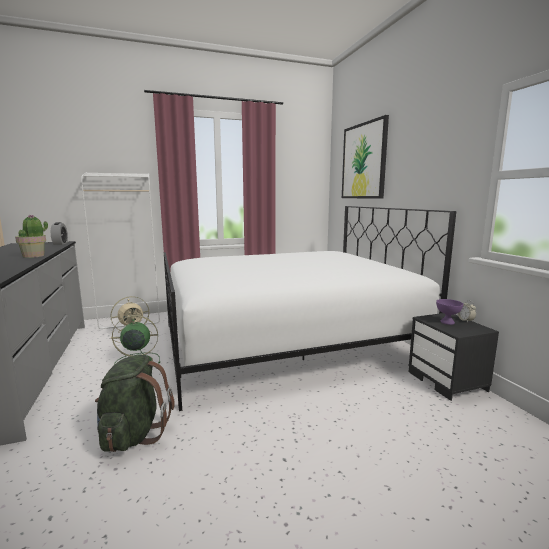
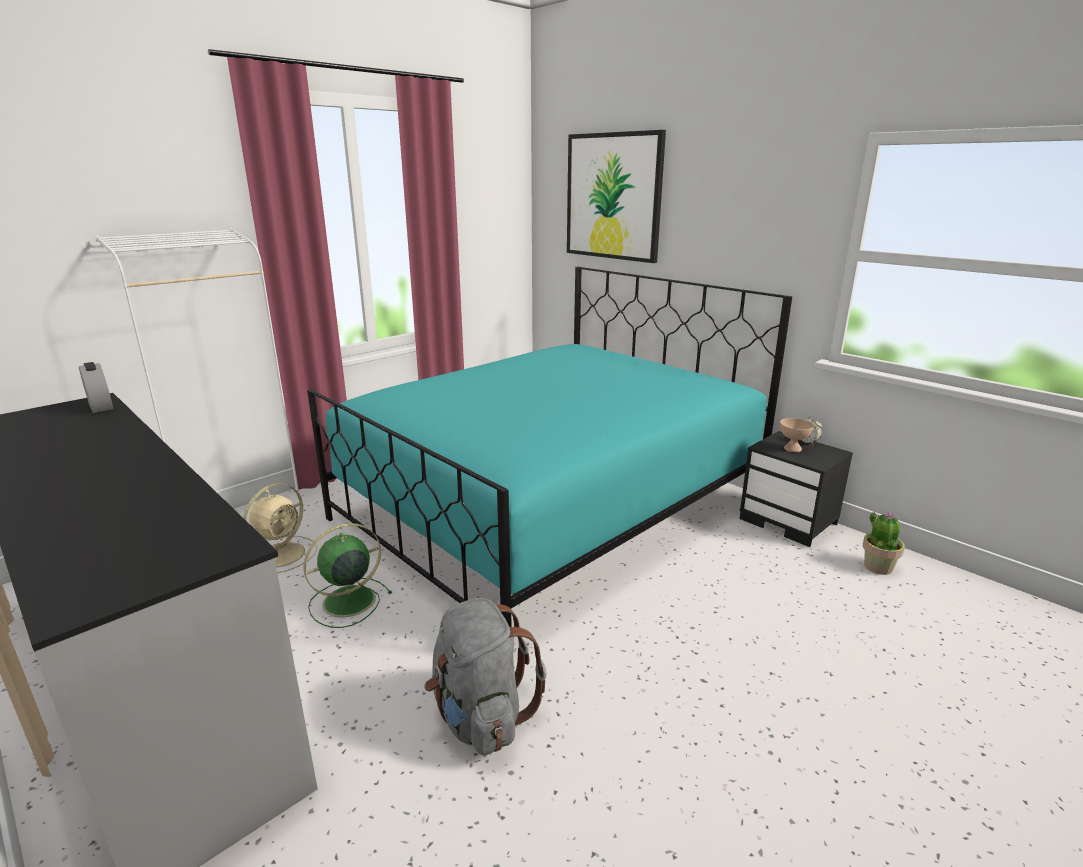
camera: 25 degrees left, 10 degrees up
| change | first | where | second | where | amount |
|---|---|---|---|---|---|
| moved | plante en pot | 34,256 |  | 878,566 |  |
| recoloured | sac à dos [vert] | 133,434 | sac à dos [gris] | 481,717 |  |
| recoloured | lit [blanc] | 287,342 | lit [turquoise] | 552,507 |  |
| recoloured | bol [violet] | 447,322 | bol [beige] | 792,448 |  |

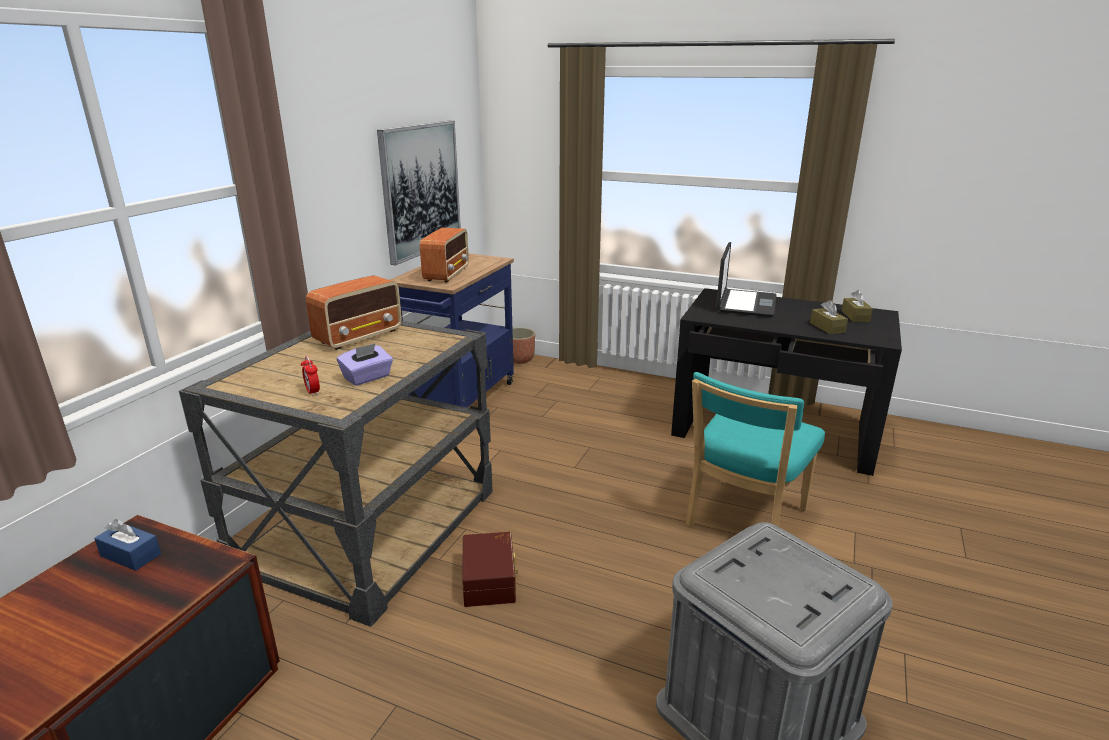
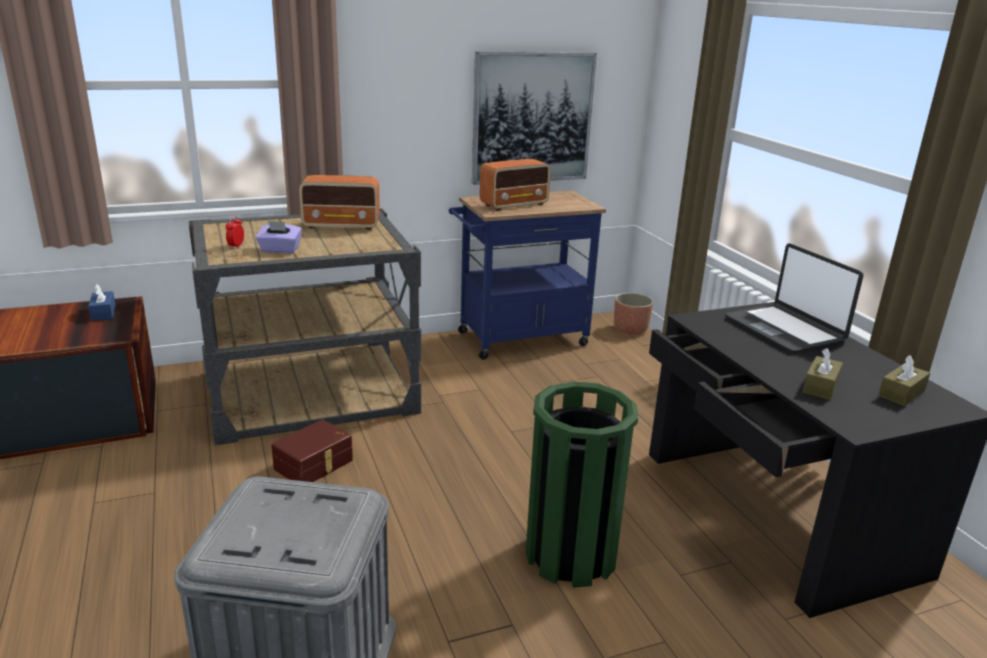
camera: 45 degrees right, 0 degrees up
| change | first | where | second | where | amount |
|---|---|---|---|---|---|
| replaced | chaise [turquoise] | 743,520 | poubelle [vert] | 570,555 |  |
| turned | ordinateur portable | 745,304 |  | 785,330 | 90 degrees clockwise |

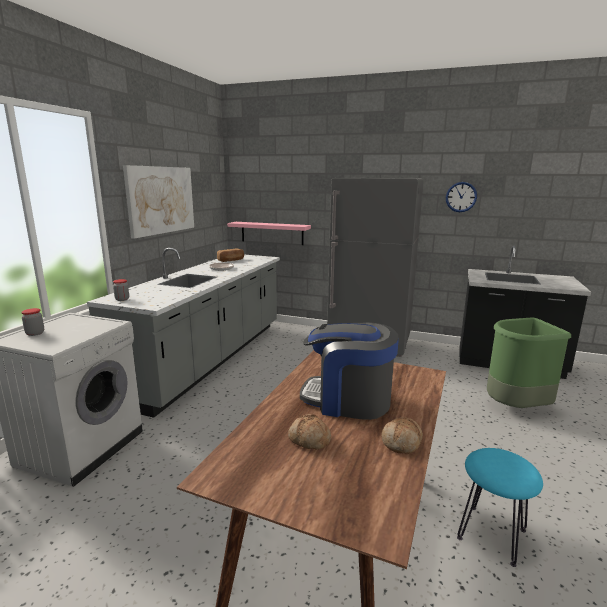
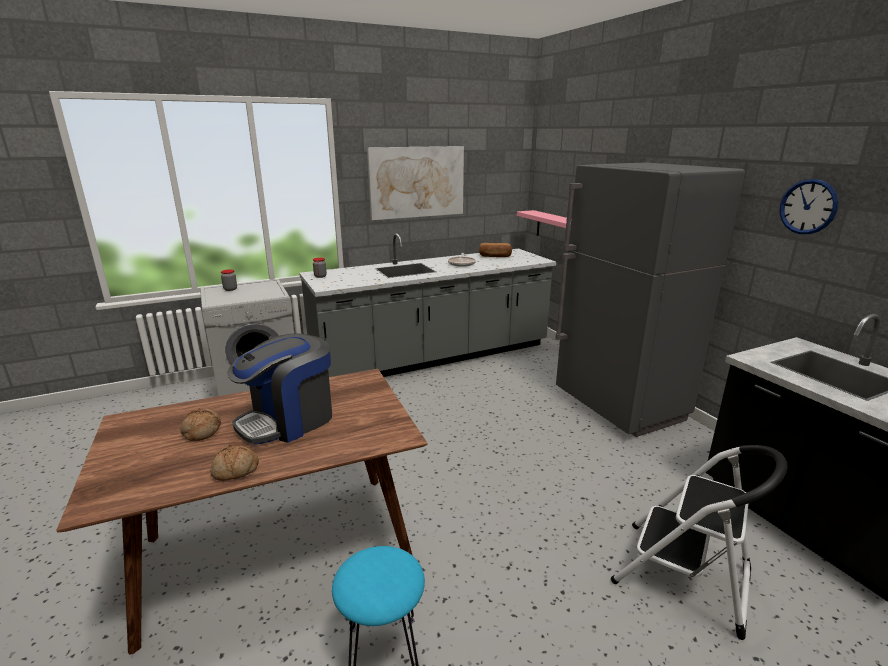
camera: 45 degrees right, 5 degrees up
| change | first | where | second | where | amount |
|---|---|---|---|---|---|
| replaced | poubelle [vert] | 516,407 | escabeau | 686,578 |  |
| turned | machine à café | 348,400 |  | 288,420 | 105 degrees counterclockwise |

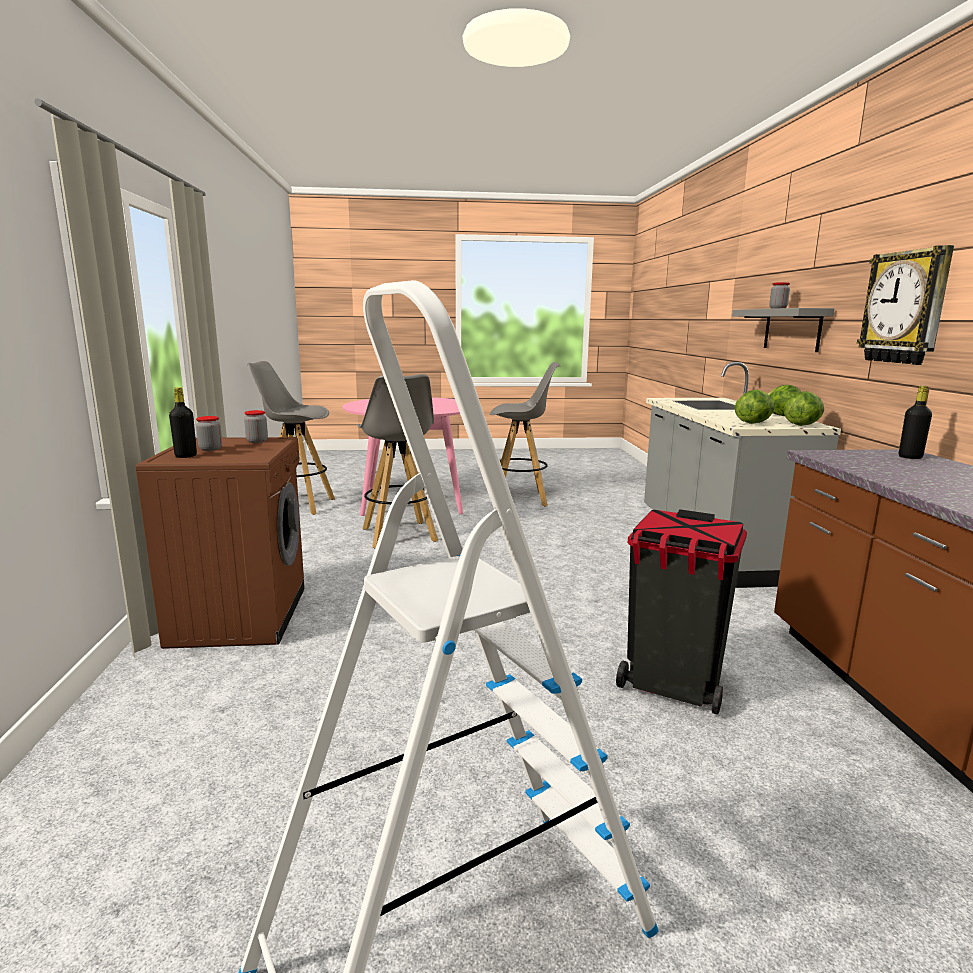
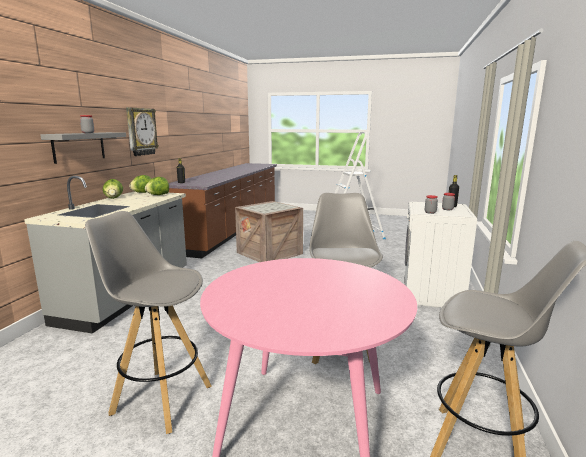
camera: 160 degrees left, 0 degrees up
| change | first | where | second | where | amount |
|---|---|---|---|---|---|
| replaced | poubelle [noir] | 673,686 | caisse | 268,253 |  |
| recoloured | lave-linge [marron] | 243,616 | lave-linge [blanc] | 430,293 |  |

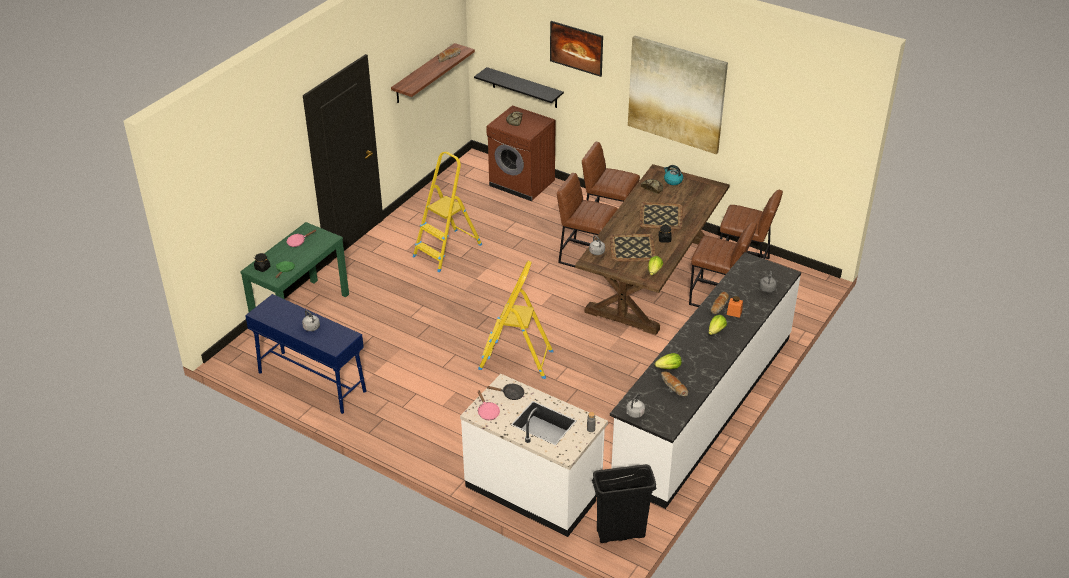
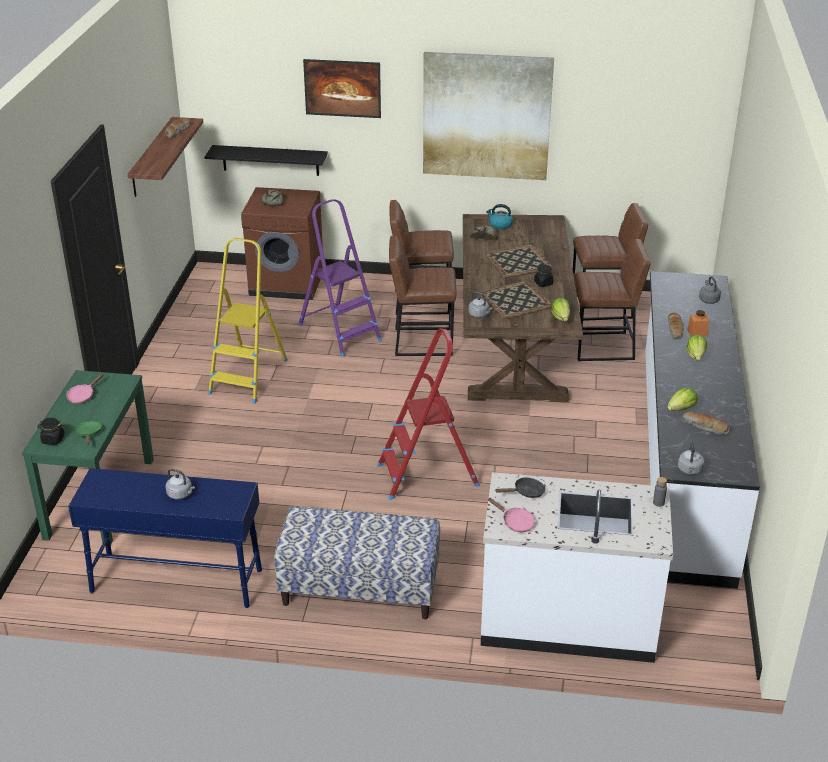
camera: 25 degrees left, 5 degrees down
| change | first | where | second | where | amount |
|---|---|---|---|---|---|
| removed | poubelle [noir] | 620,534 |  |  |  |
| added |  |  | banc | 359,590 |  |
| added |  |  | escabeau [violet] | 340,332 |  |
| recoloured | escabeau [jaune] | 515,360 | escabeau [rouge] | 426,475 |  |

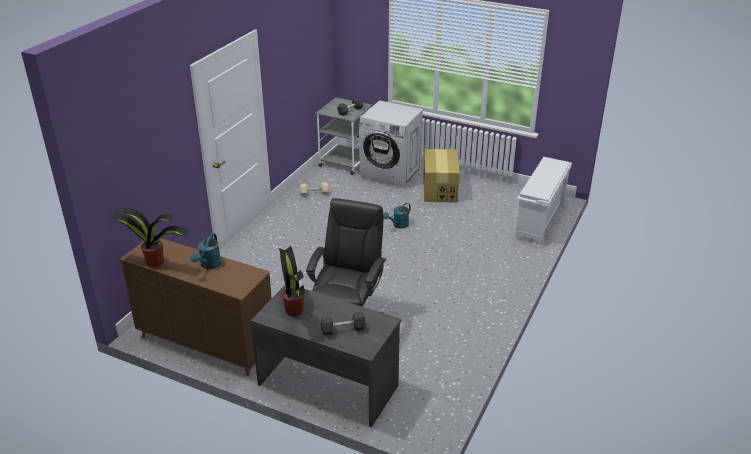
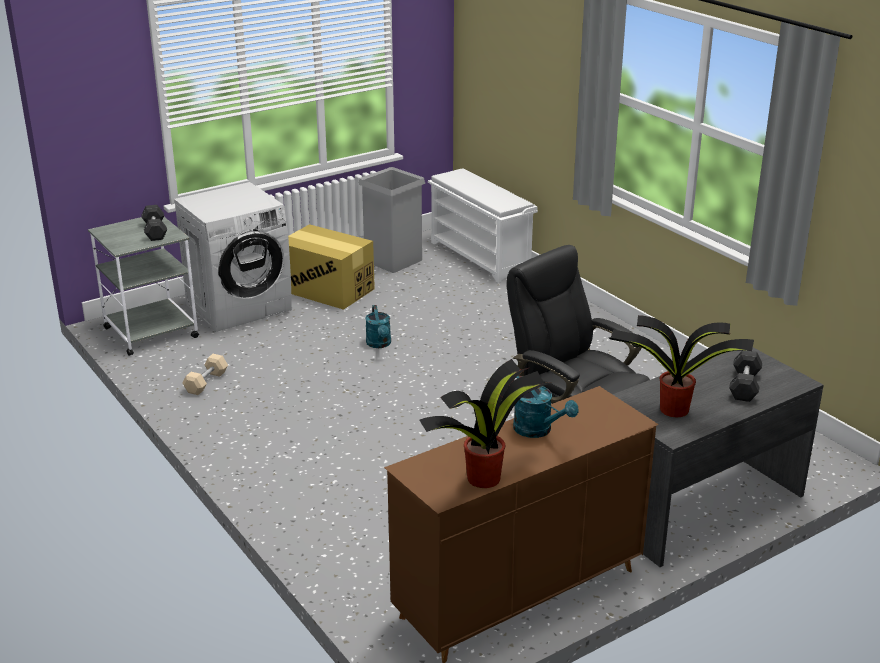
camera: 60 degrees left, 5 degrees down
| change | first | where | second | where | amount |
|---|---|---|---|---|---|
| added |  |  | poubelle [gris] | 393,260 |  |

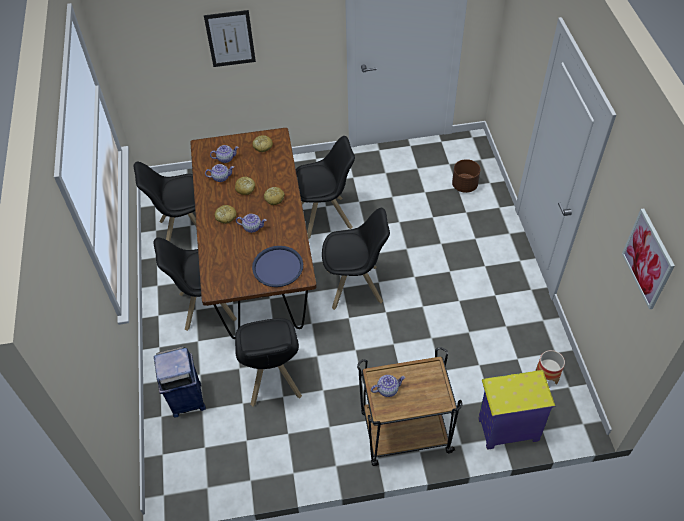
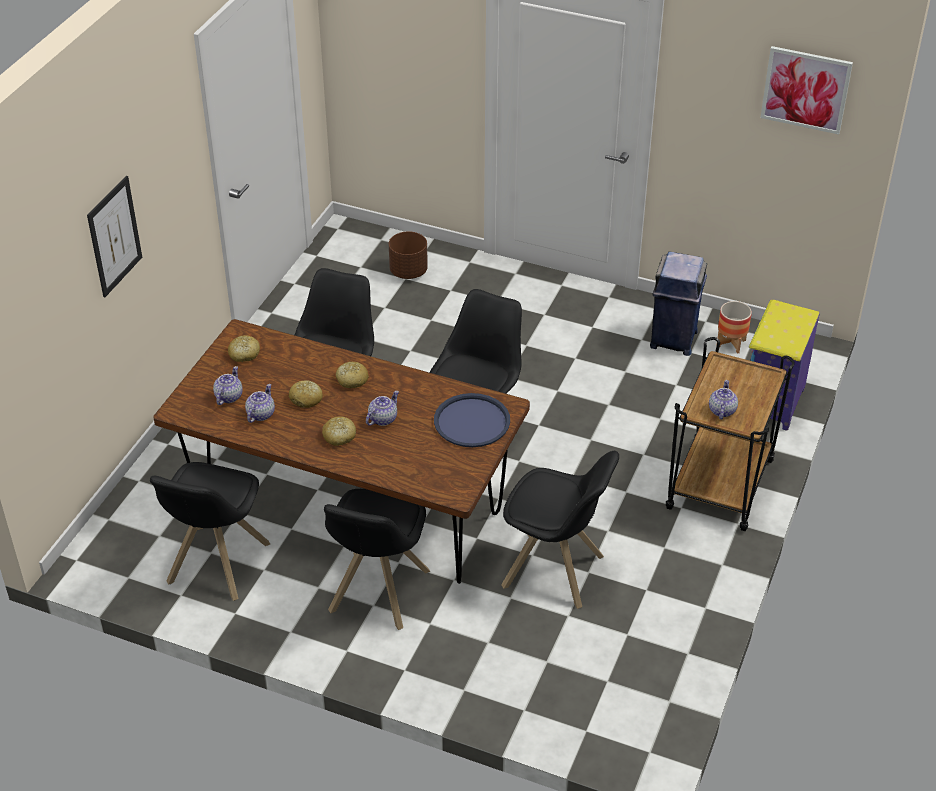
camera: 60 degrees left, 10 degrees down
| change | first | where | second | where | amount |
|---|---|---|---|---|---|
| moved | poubelle [bleu] | 186,399 |  | 673,340 |  |

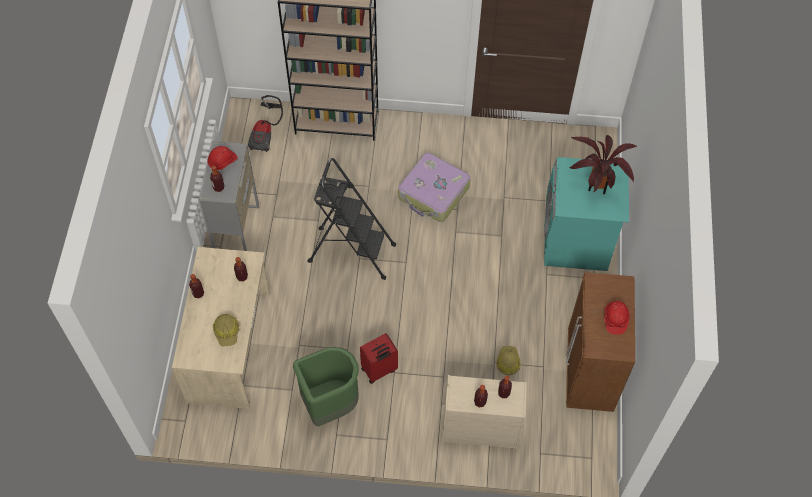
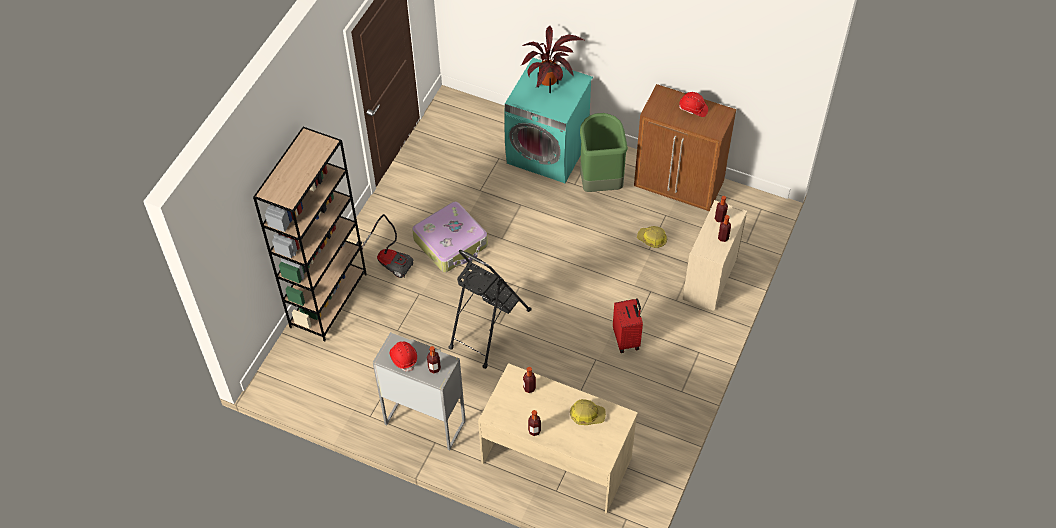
camera: 70 degrees left, 5 degrees down
| change | first | where | second | where | amount |
|---|---|---|---|---|---|
| moved | aspirateur | 266,133 |  | 387,261 |  |
| moved | poubelle [vert] | 330,405 |  | 599,182 |  |

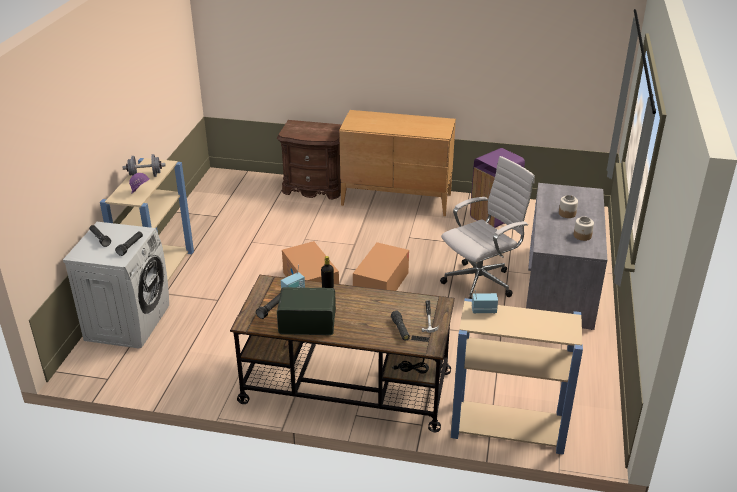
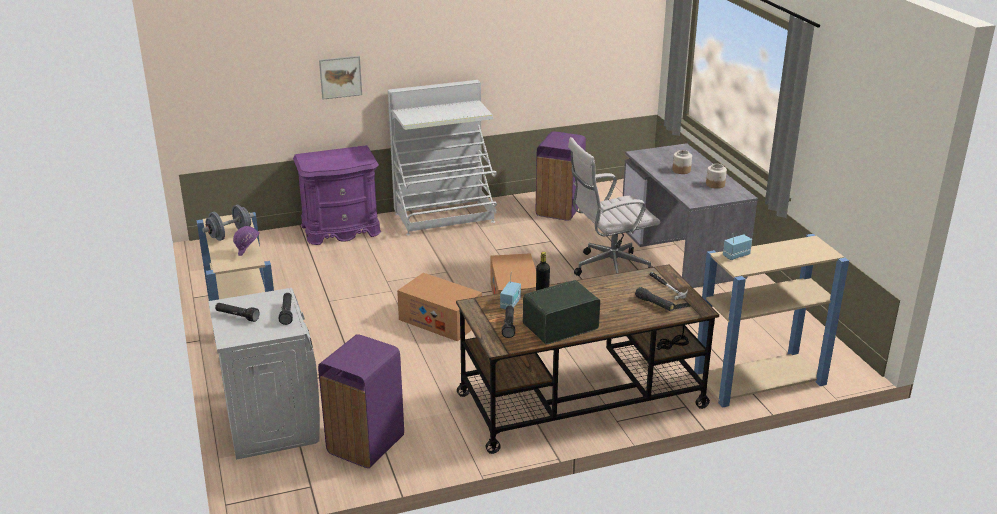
camera: 30 degrees left, 5 degrees down
| change | first | where | second | where | amount |
|---|---|---|---|---|---|
| added |  |  | poubelle [violet] | 365,445 |  |
| added |  |  | tableau | 340,77 |  |
| replaced | meuble de rangement [marron] | 396,200 | étagère à chaussures [blanc] | 445,219 |  |
| recoloured | table de chevet [marron] | 314,188 | table de chevet [violet] | 342,230 |  |
| turned | chaise de bureau [blanc] | 481,282 |  | 608,269 | 135 degrees counterclockwise |

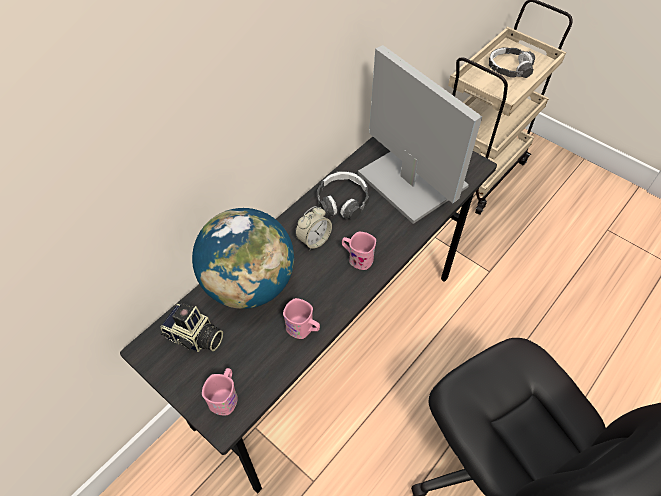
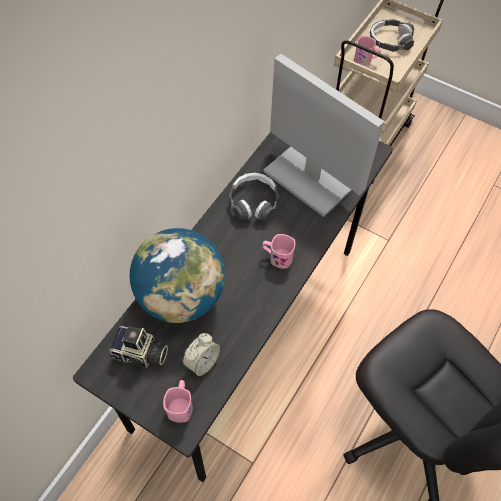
camera: 10 degrees left, 5 degrees up
| change | first | where | second | where | amount |
|---|---|---|---|---|---|
| moved | mug [rose] | 303,329 |  | 365,60 |  |
| moved | réveil | 314,240 |  | 202,362 |  |

